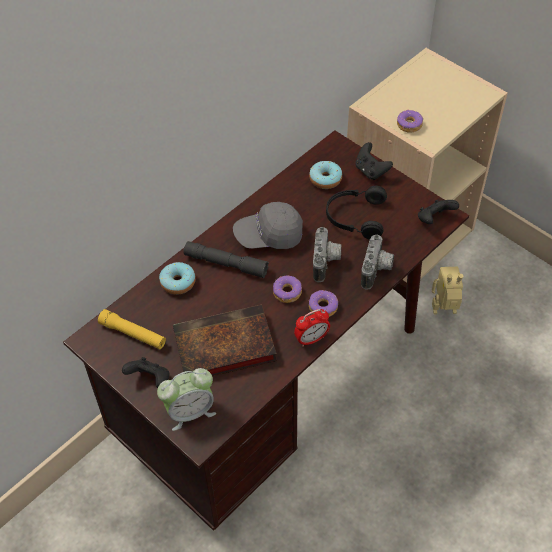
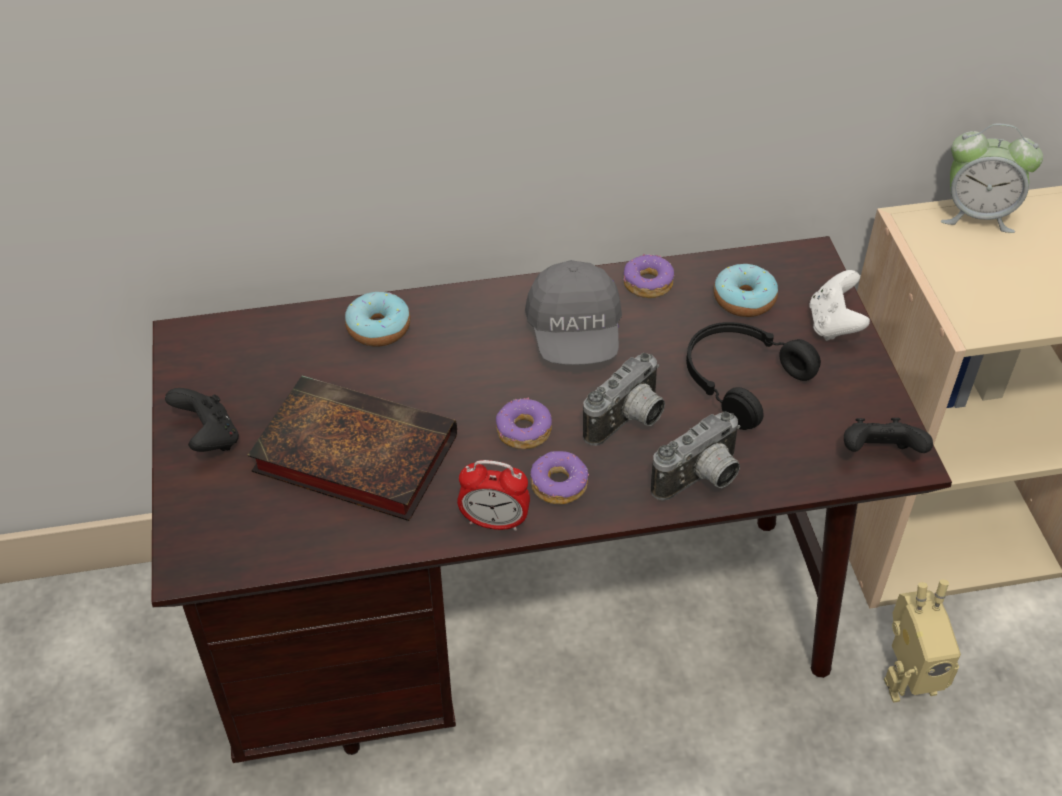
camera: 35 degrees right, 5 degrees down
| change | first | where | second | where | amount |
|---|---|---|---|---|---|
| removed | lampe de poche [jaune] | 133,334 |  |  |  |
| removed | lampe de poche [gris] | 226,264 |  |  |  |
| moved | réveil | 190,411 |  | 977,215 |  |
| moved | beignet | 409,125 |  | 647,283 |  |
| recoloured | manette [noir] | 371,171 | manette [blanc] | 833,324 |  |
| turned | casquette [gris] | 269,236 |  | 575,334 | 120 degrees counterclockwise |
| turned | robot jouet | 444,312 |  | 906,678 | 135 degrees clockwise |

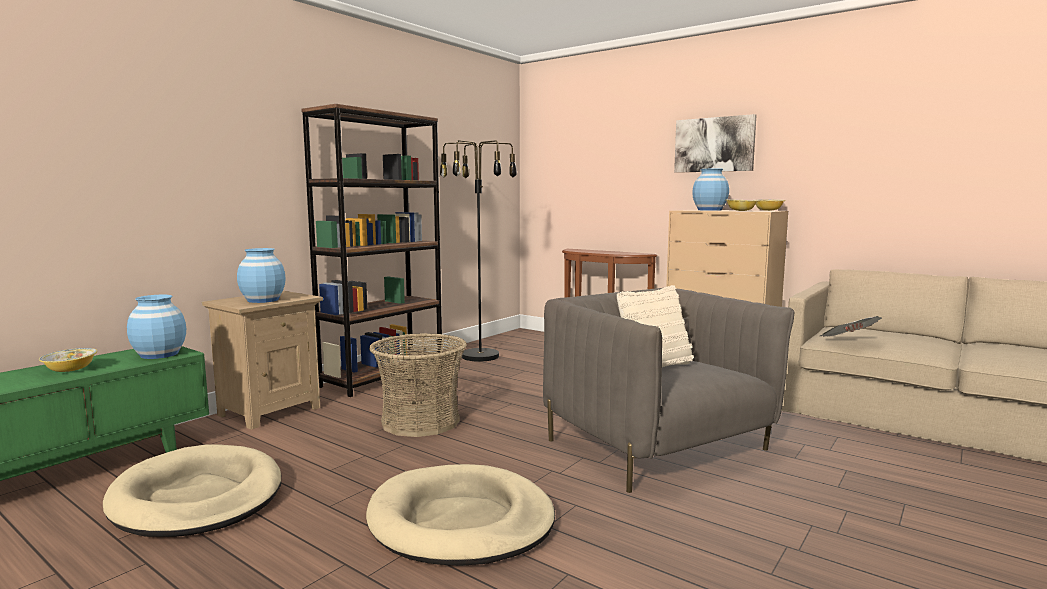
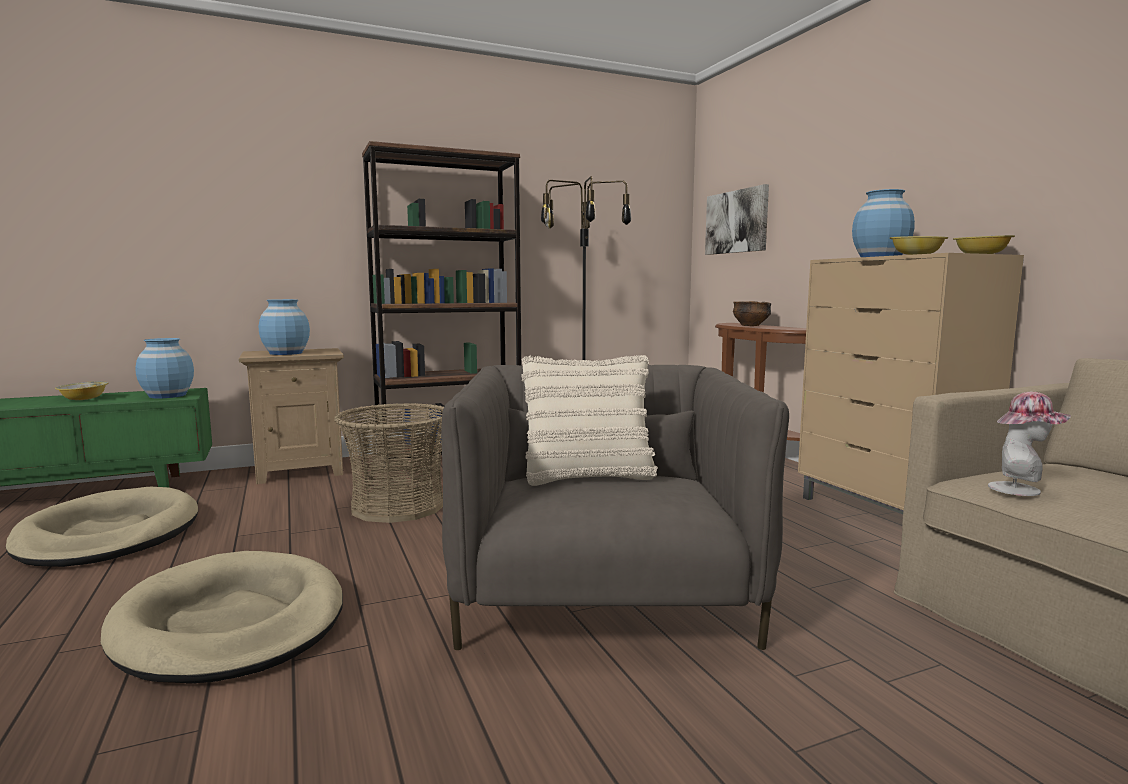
camera: 30 degrees right, 0 degrees up
| change | first | where | second | where | amount |
|---|---|---|---|---|---|
| added |  |  | bol | 750,325 |  |
| moved | tableau | 714,144 |  | 736,222 |  |
| replaced | journal | 848,341 | chapeau | 1021,490 |  |

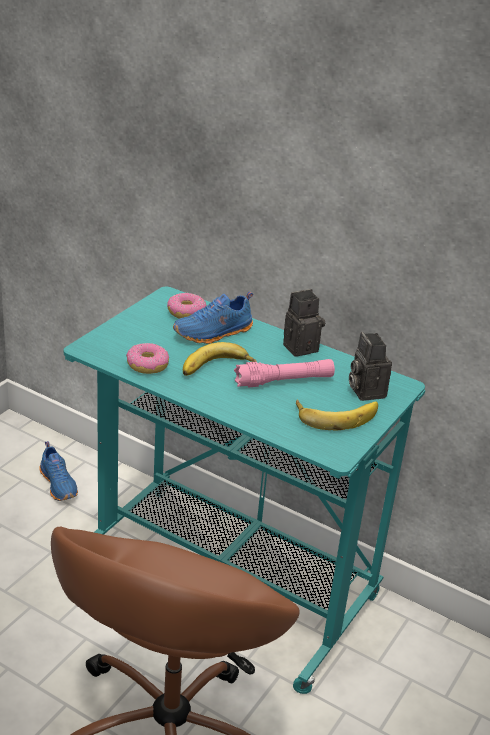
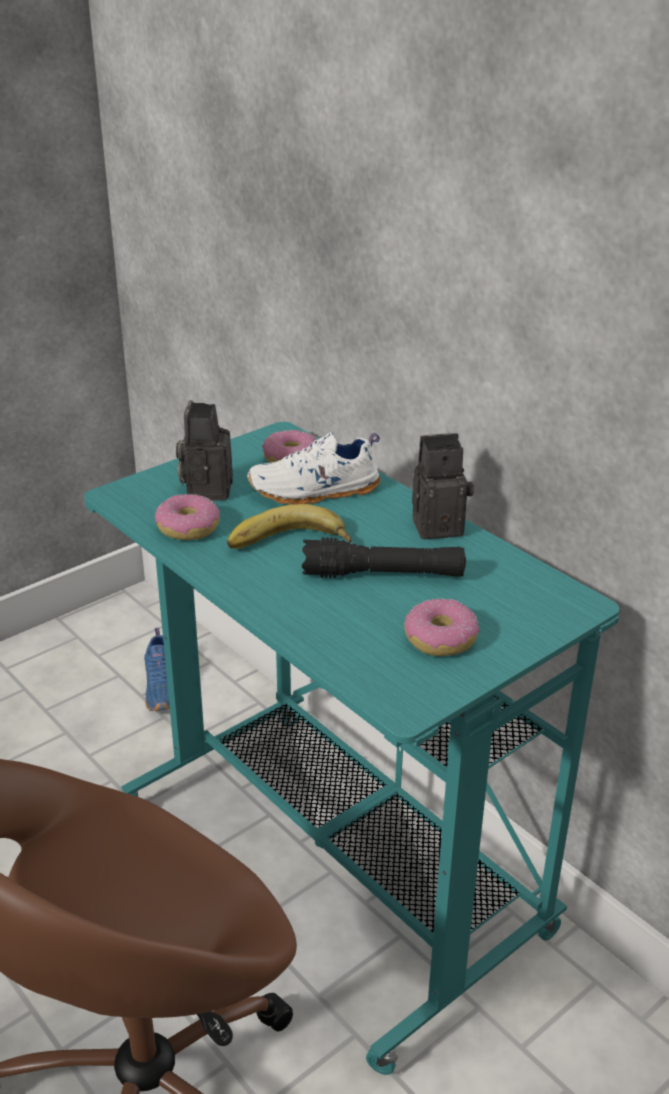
camera: 20 degrees right, 0 degrees up
| change | first | where | second | where | amount |
|---|---|---|---|---|---|
| moved | appareil photo | 365,390 |  | 206,488 |  |
| replaced | banane | 336,414 | beignet | 440,638 |  |
| recoloured | chaussure [bleu] | 214,333 | chaussure [blanc] | 315,492 |  |
| recoloured | lampe de poche [rose] | 284,381 | lampe de poche [noir] | 383,574 |  |

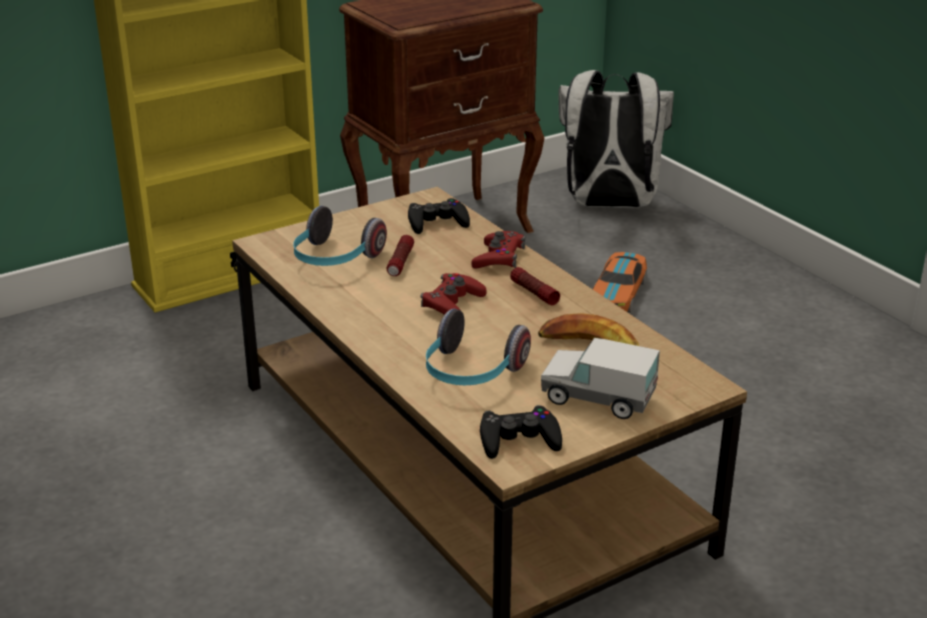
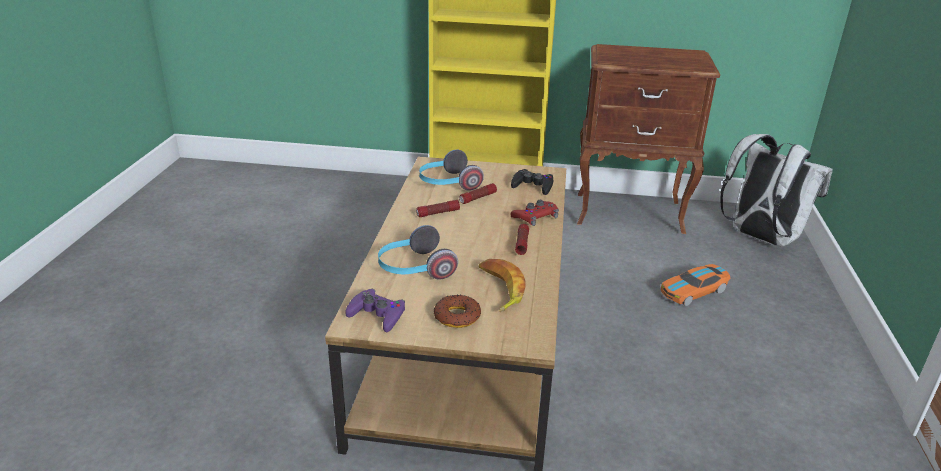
camera: 40 degrees right, 0 degrees up
| change | first | where | second | where | amount |
|---|---|---|---|---|---|
| removed | manette [rouge] | 452,303 |  |  |  |
| added |  |  | lampe de poche | 438,213 |  |
| replaced | camion jouet | 598,398 | beignet | 457,316 |  |
| recoloured | manette [noir] | 518,439 | manette [violet] | 377,315 |  |

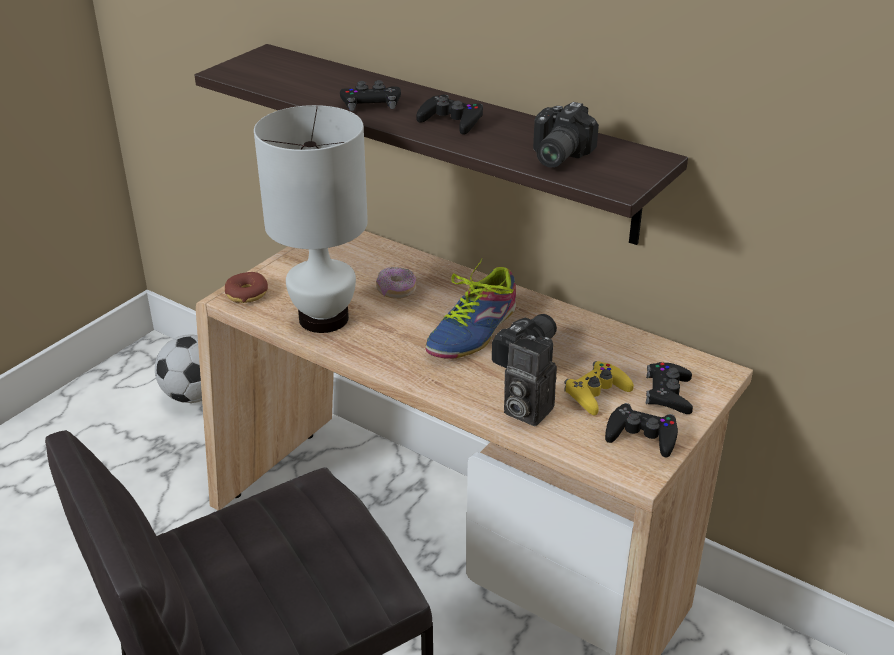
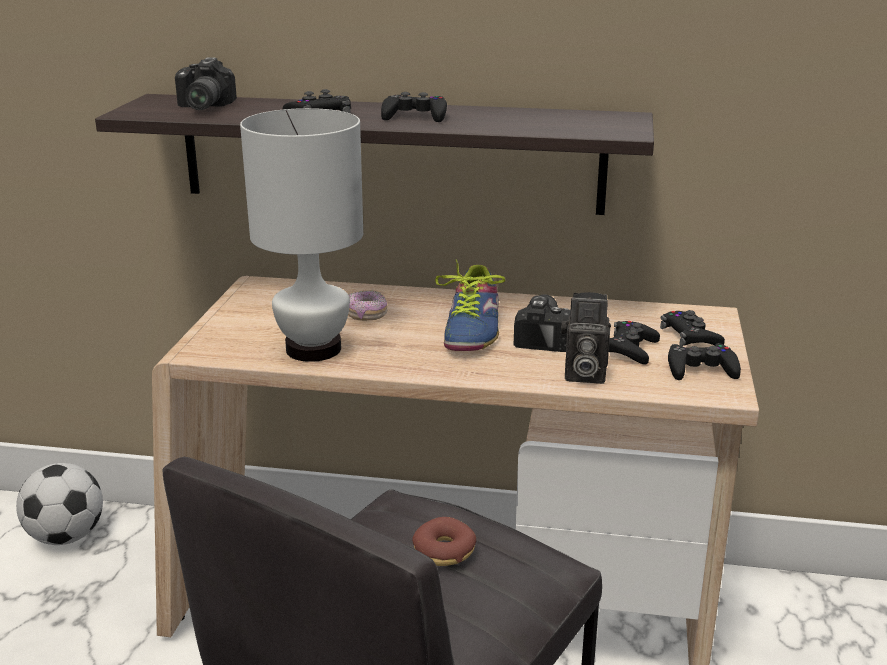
camera: 25 degrees left, 10 degrees down
| change | first | where | second | where | amount |
|---|---|---|---|---|---|
| moved | beignet | 247,294 |  | 444,551 |  |
| moved | appareil photo | 555,155 |  | 201,107 |  |
| recoloured | manette [jaune] | 596,393 | manette [noir] | 630,349 |  |

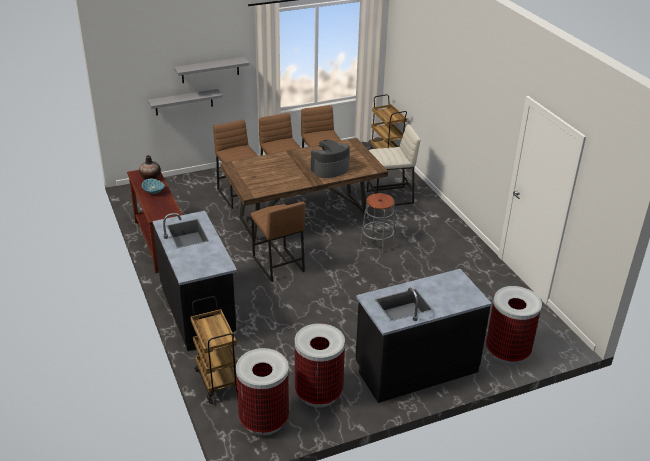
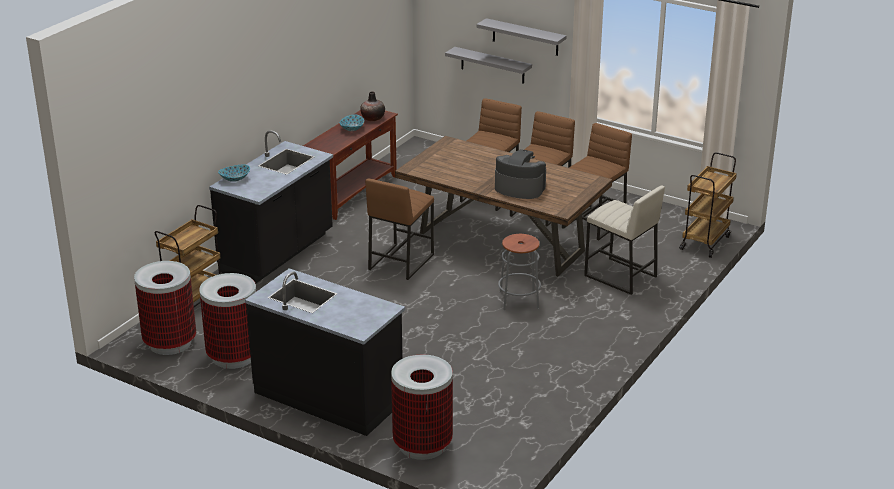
camera: 55 degrees right, 5 degrees down
| change | first | where | second | where | amount |
|---|---|---|---|---|---|
| added |  |  | bol | 235,179 |  |

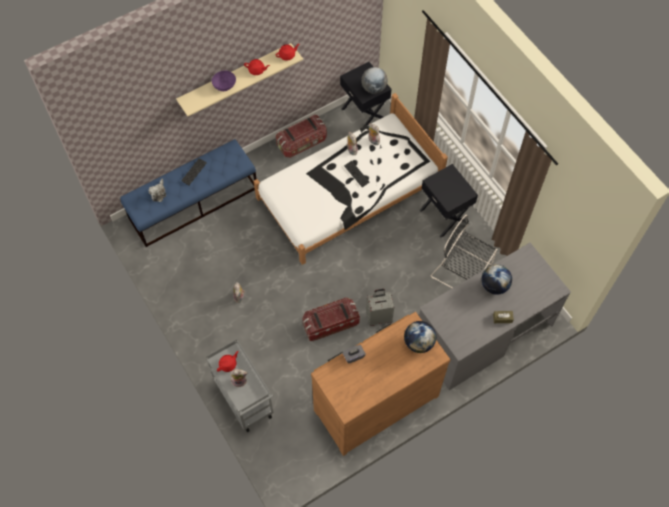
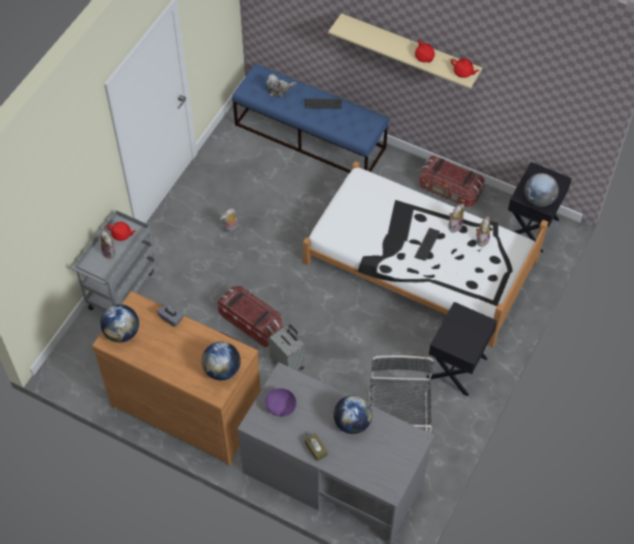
camera: 60 degrees right, 5 degrees down
| change | first | where | second | where | amount |
|---|---|---|---|---|---|
| added |  |  | globe | 122,332 |  |
| moved | bol [violet] | 224,85 |  | 281,407 |  |

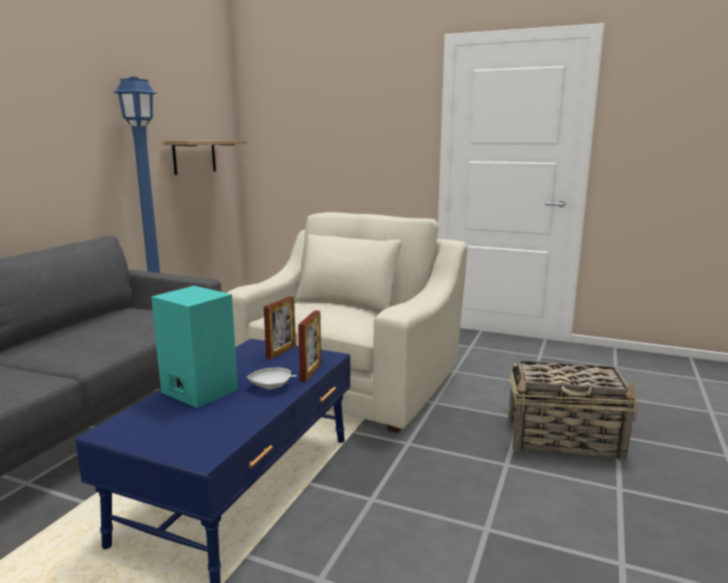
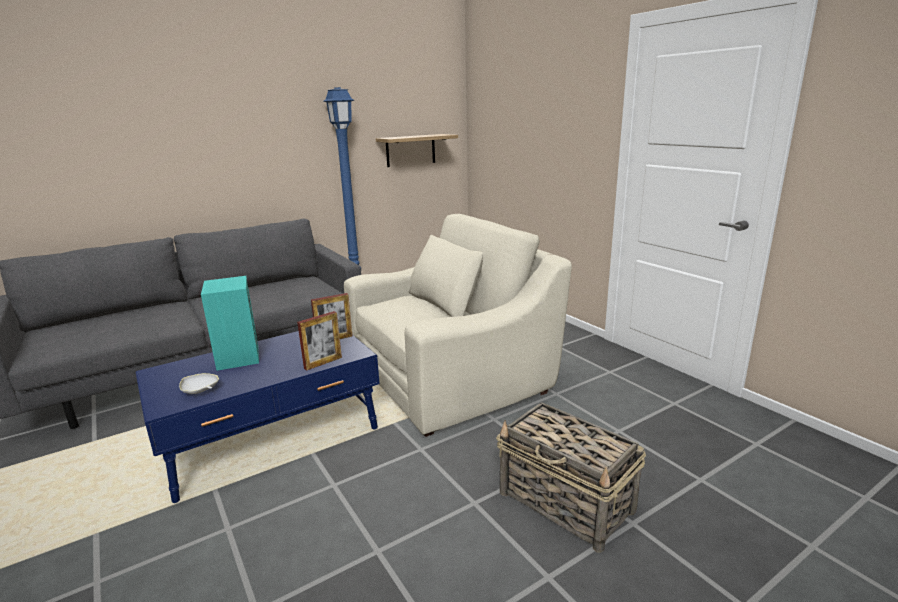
camera: 35 degrees right, 5 degrees up
| change | first | where | second | where | amount |
|---|---|---|---|---|---|
| moved | bol [blanc] | 272,386 |  | 200,391 |  |

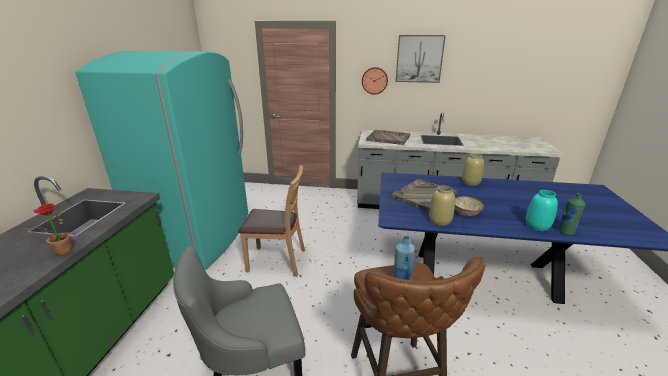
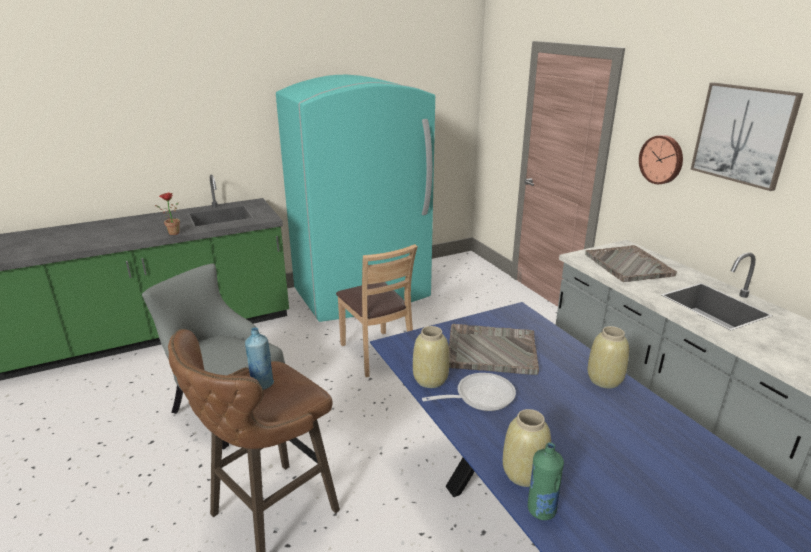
camera: 55 degrees right, 0 degrees up
| change | first | where | second | where | amount |
|---|---|---|---|---|---|
| replaced | bol | 466,213 | poêle | 479,396 |  |
| recoloured | vase [turquoise] | 537,226 | vase [beige] | 524,474 |  |

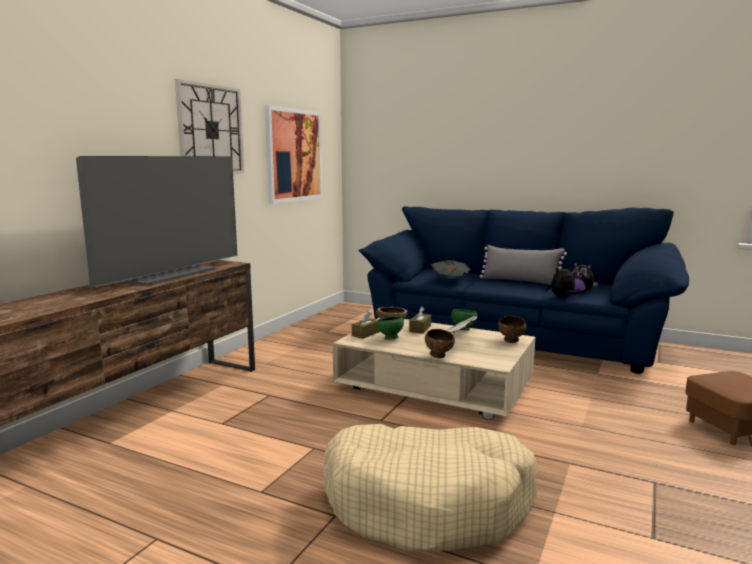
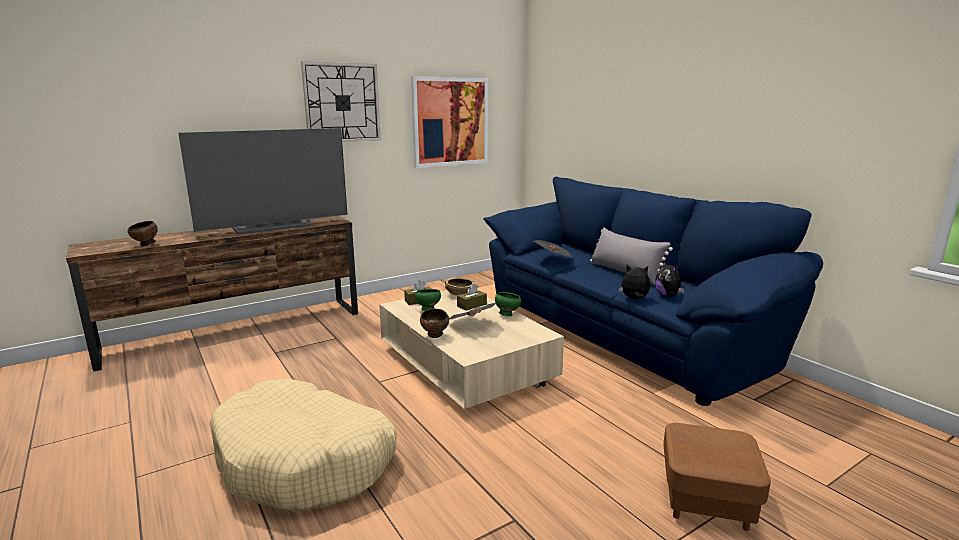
camera: 30 degrees right, 5 degrees up
| change | first | where | second | where | amount |
|---|---|---|---|---|---|
| moved | bol [marron] | 511,341 |  | 146,245 |  |

